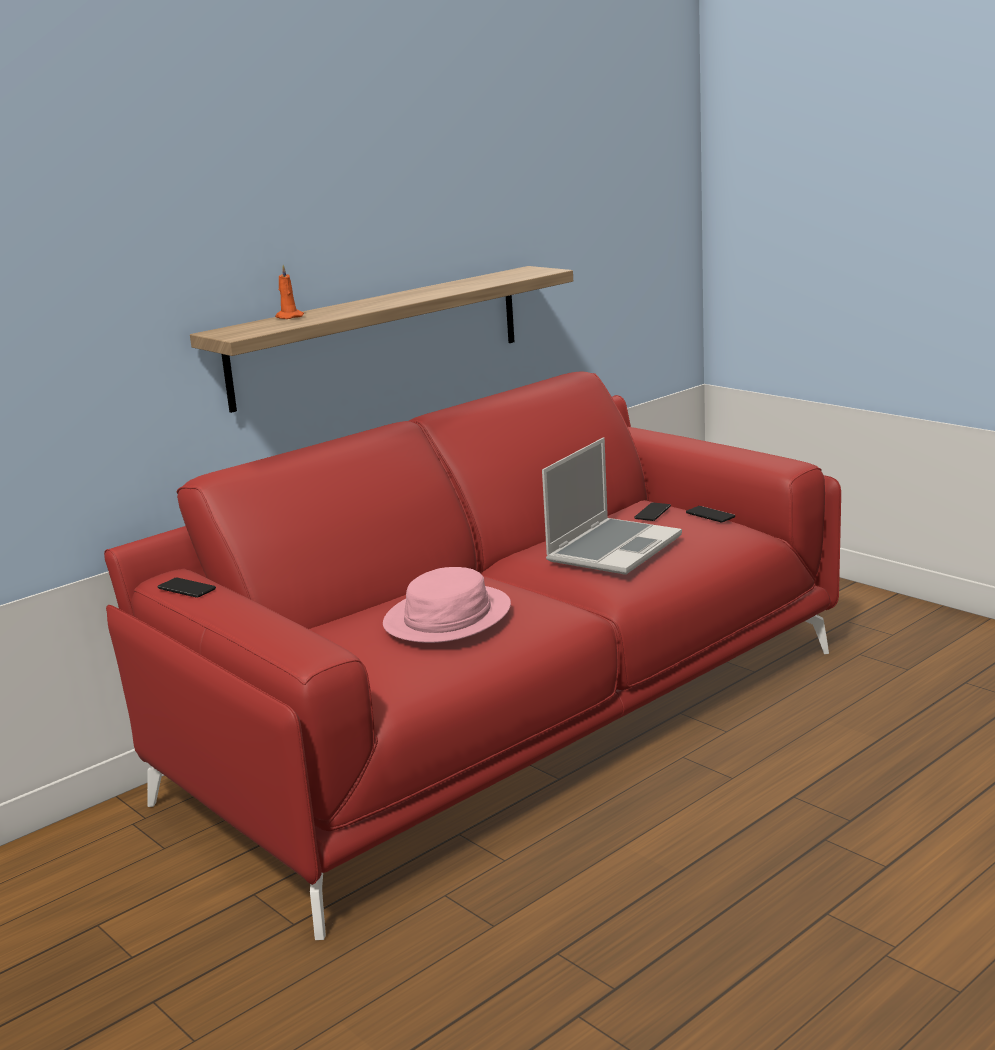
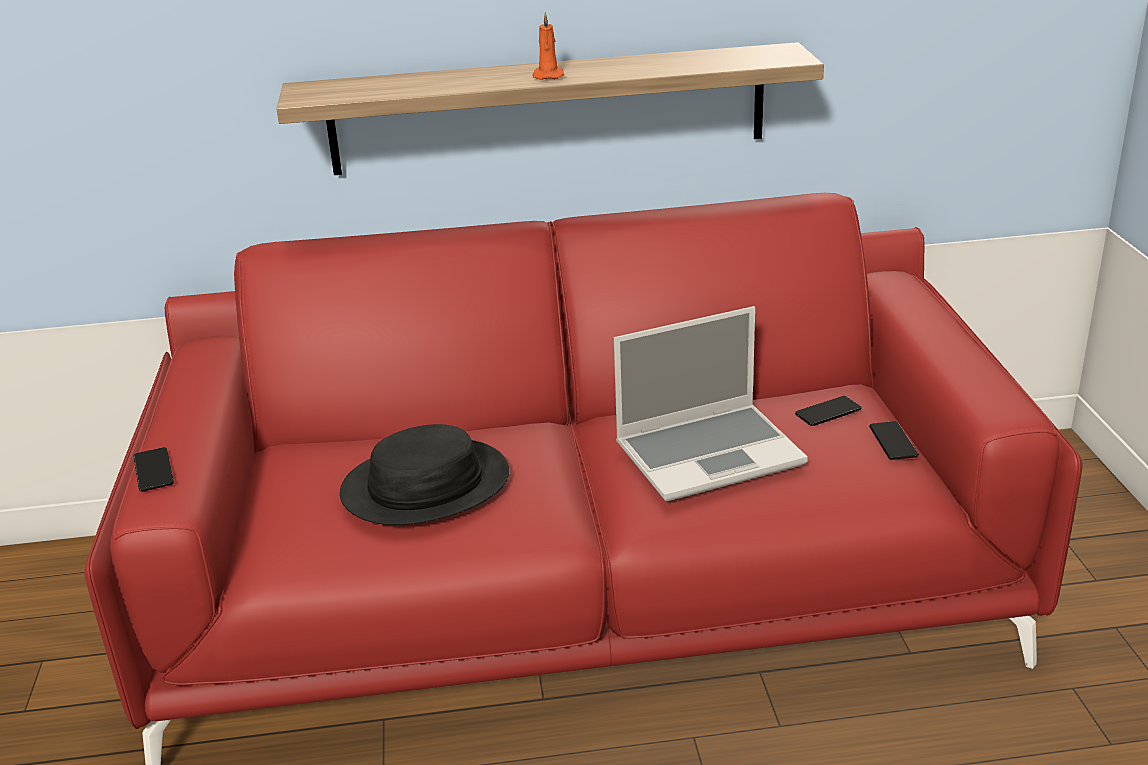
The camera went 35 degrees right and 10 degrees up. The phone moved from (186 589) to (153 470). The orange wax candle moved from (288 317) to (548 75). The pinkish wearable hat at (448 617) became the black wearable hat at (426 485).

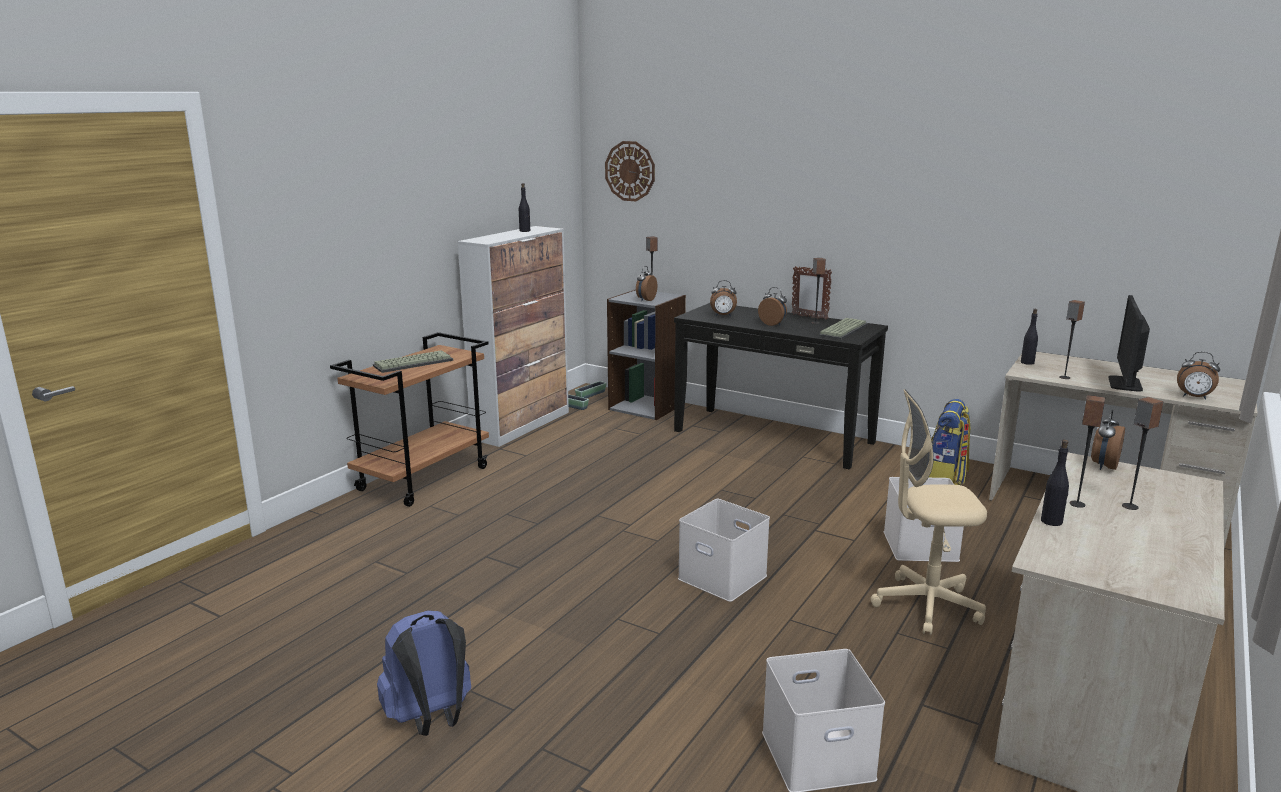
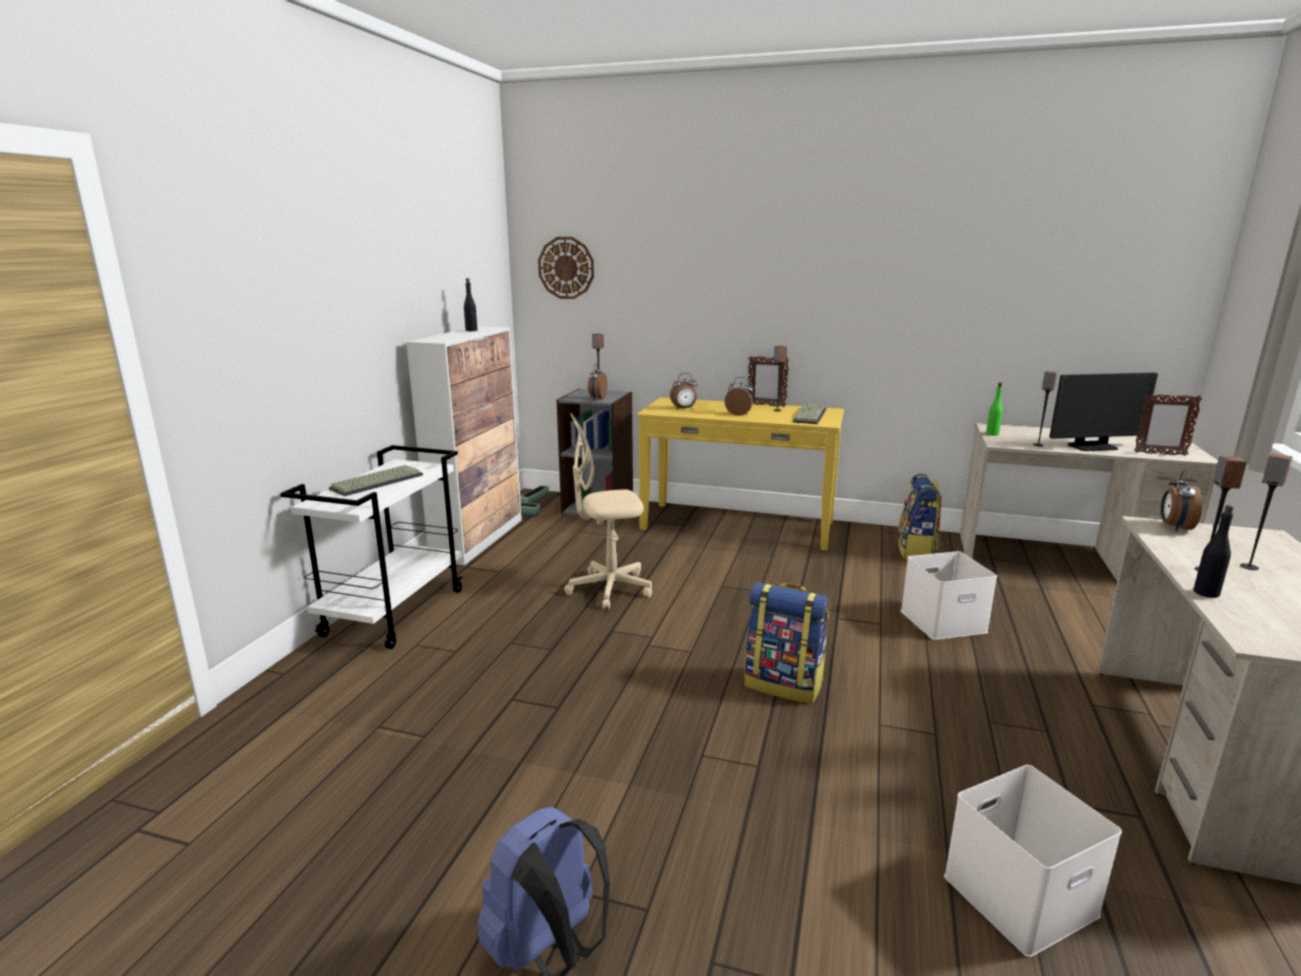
The camera went 15 degrees left and 0 degrees up. The sand-coloured computer chair moved from (926 606) to (609 589). The white storage bin at (724 577) was replaced by the knapsack at (784 684). The alarm clock at (1194 397) was replaced by the standing frame at (1159 454). The brown wheeled cart at (424 478) became the white wheeled cart at (394 611). The black console table at (773 436) became the yellow console table at (737 525). The black bottle at (1027 362) became the green bottle at (992 434). The computer screen at (1125 384) turned 105 degrees counterclockwise.

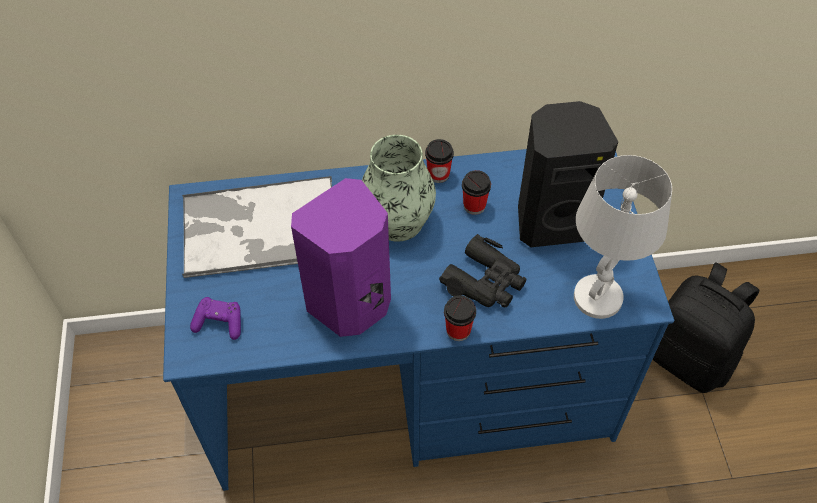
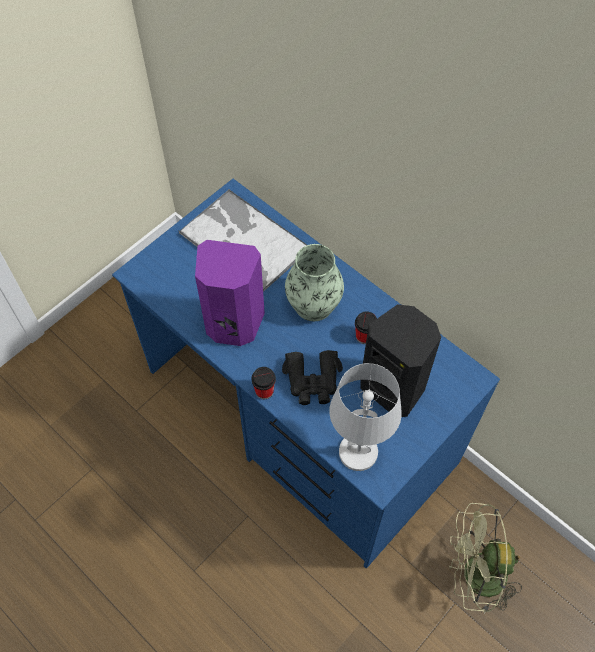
The camera went 50 degrees right and 5 degrees up. The purple gamepad at (220 323) disappeared. The drinking cup at (438 174) disappeared. The black knapsack at (689 358) was replaced by the green cooling fan at (474 576).

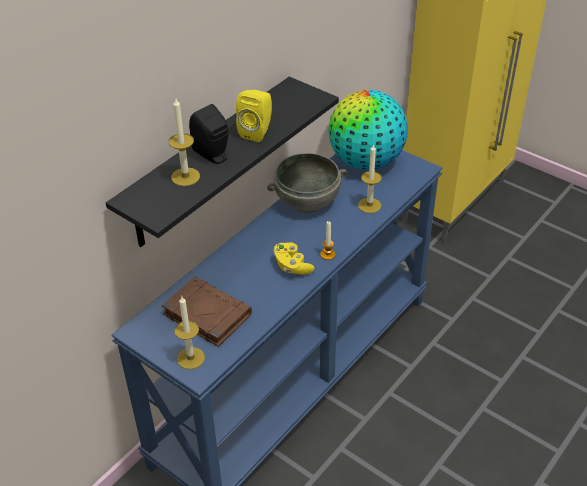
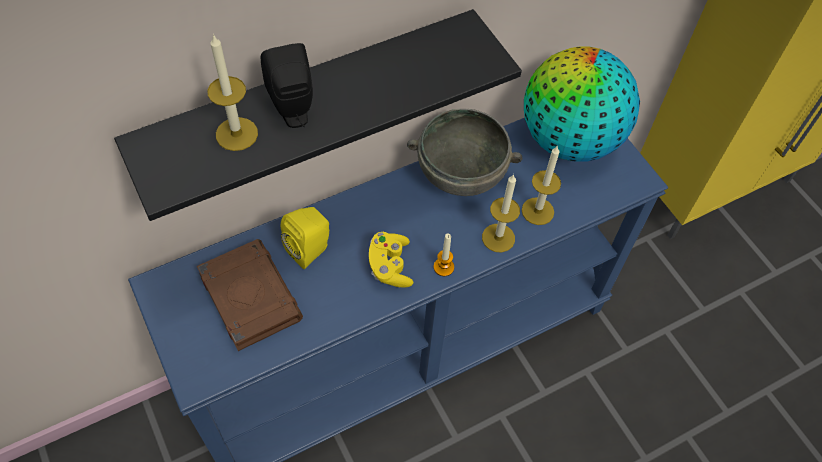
The camera went 20 degrees right and 15 degrees up. The wax candle moved from (190 358) to (498 238). The yellow loudspeaker moved from (257 132) to (311 250).

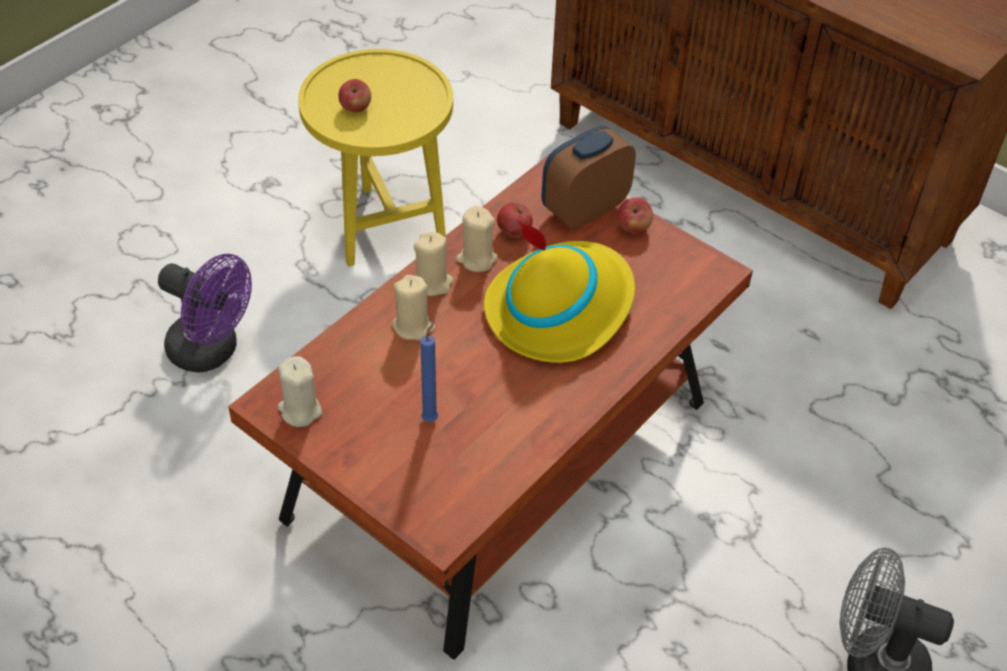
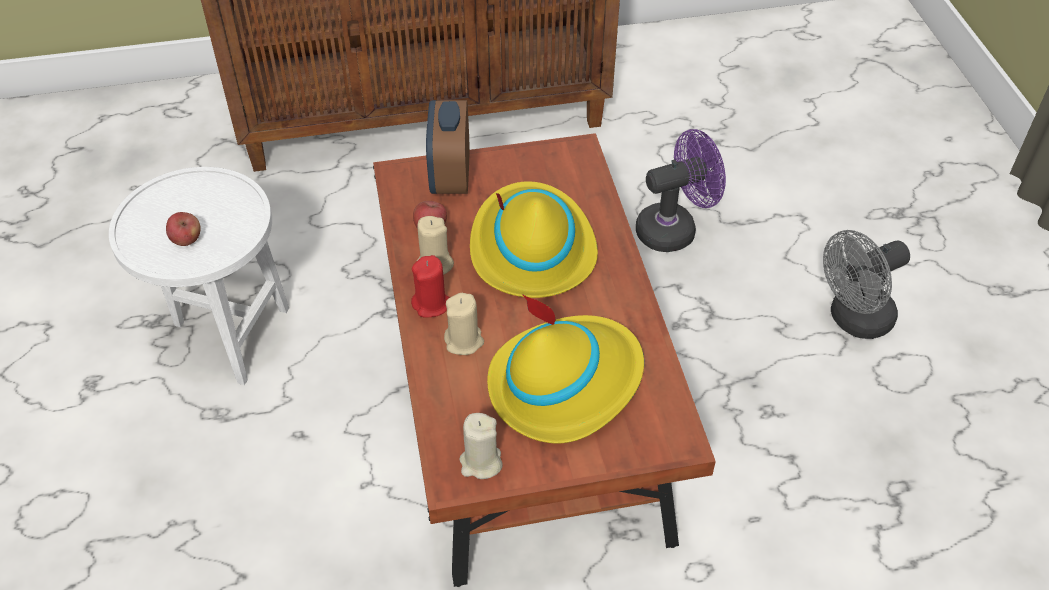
The camera went 50 degrees left and 0 degrees up. The apple fruit at (633 228) disappeared. The purple cooling fan moved from (212 351) to (674 229). The bluish wax candle at (431 417) was replaced by the yellow wearable hat at (565 383). The yellow end table at (383 224) became the white end table at (227 335). The sand-coloured wax candle at (432 283) became the red-coloured wax candle at (431 304).

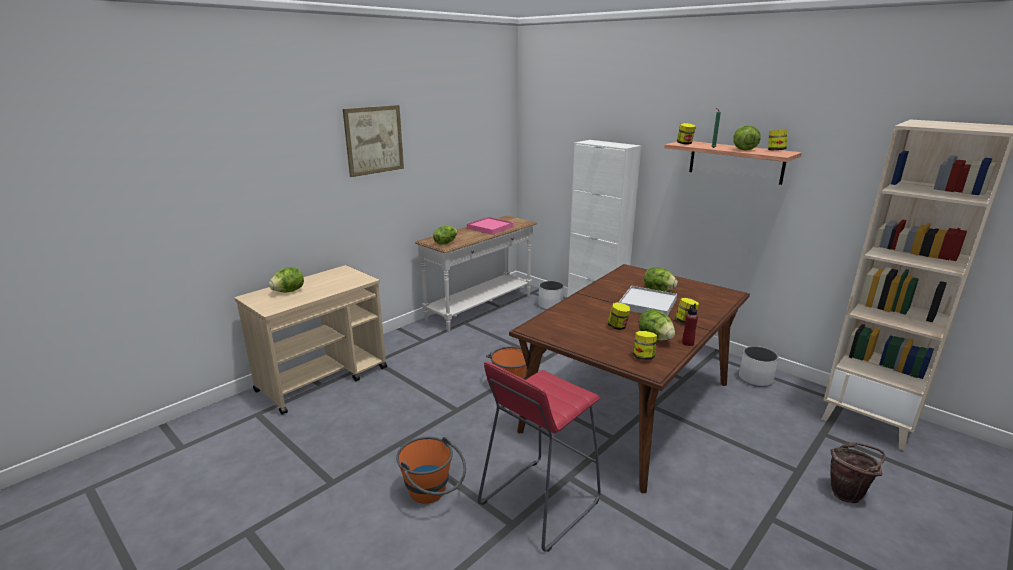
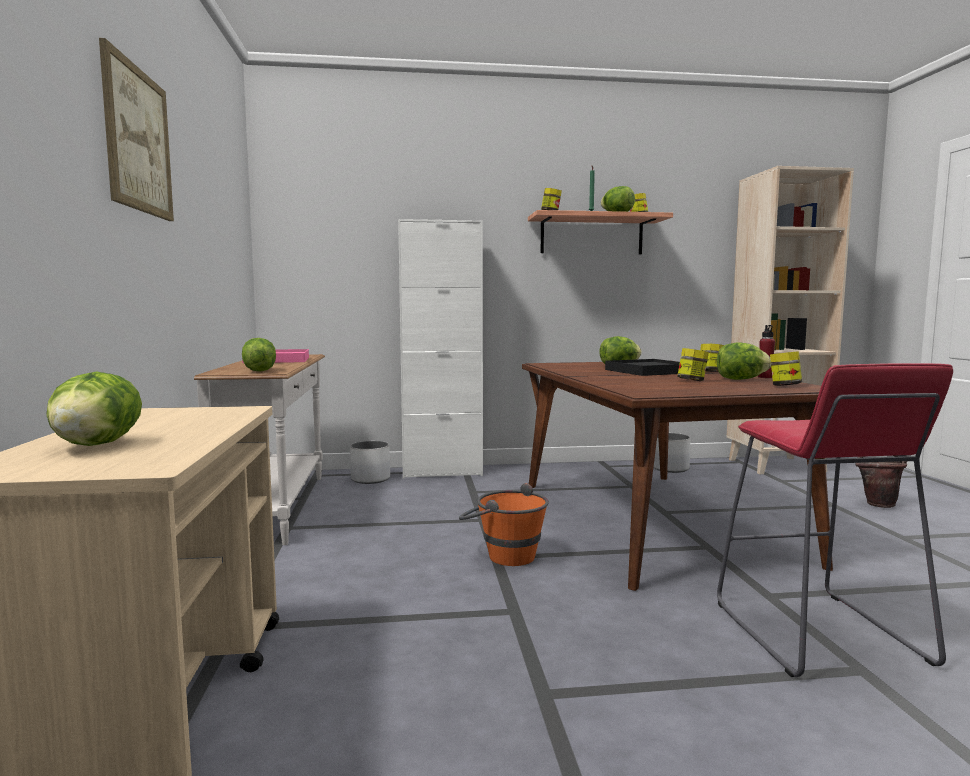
The camera went 50 degrees left and 15 degrees down. The orange bucket at (433 494) disappeared. The white carrying tray at (647 304) became the black carrying tray at (648 371).

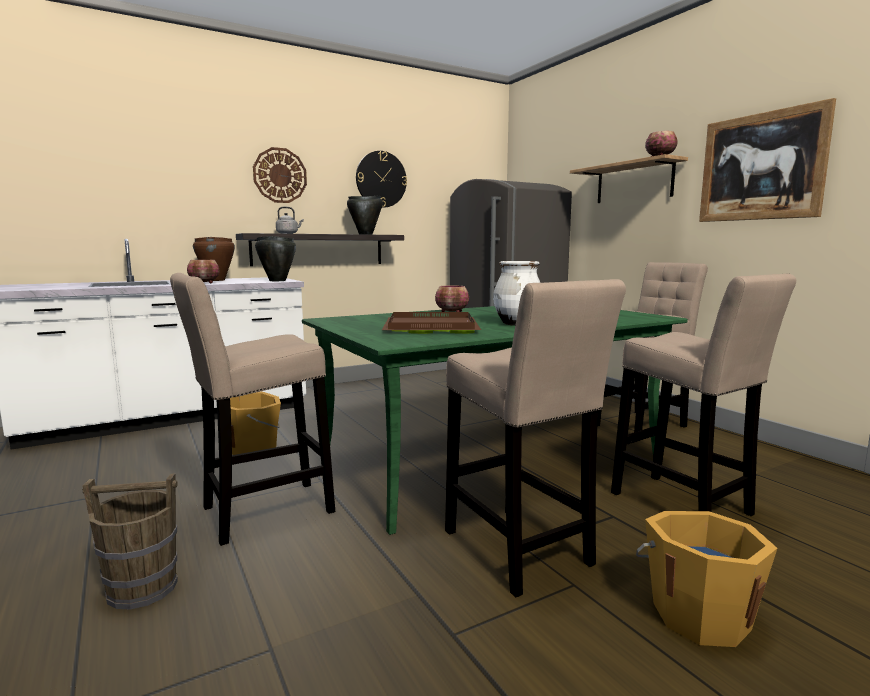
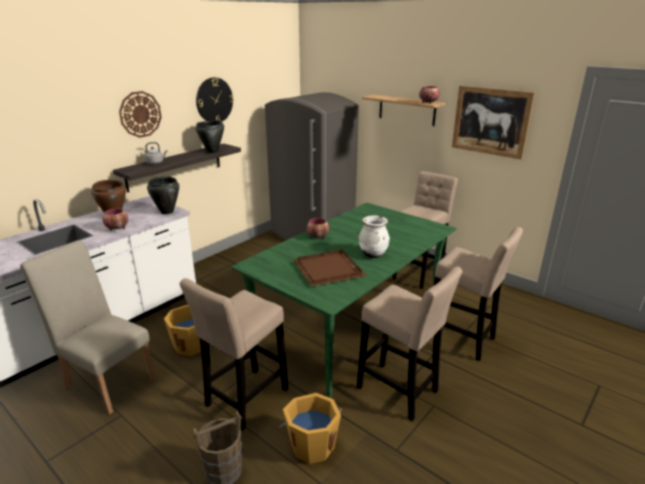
The camera went 20 degrees left and 15 degrees up. The sand-coloured plain chair at (107 380) appeared. The orange bucket moved from (699 614) to (312 444).

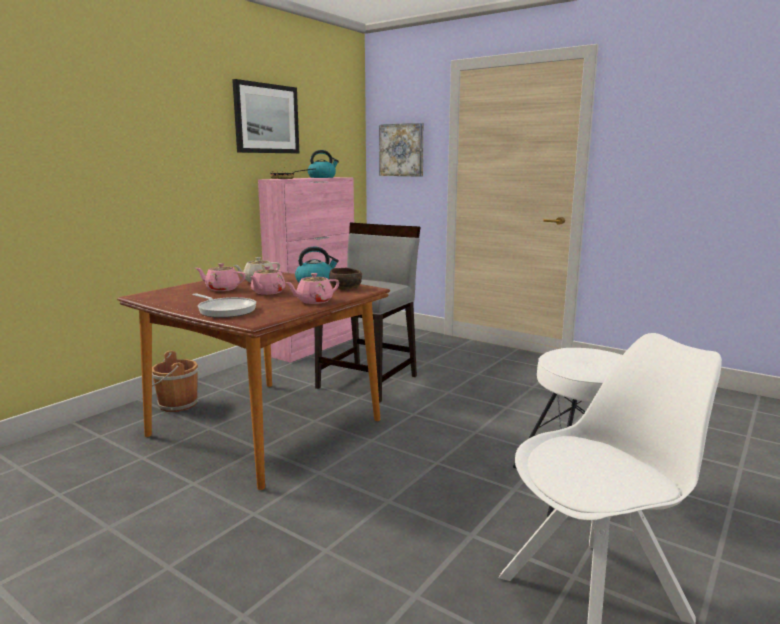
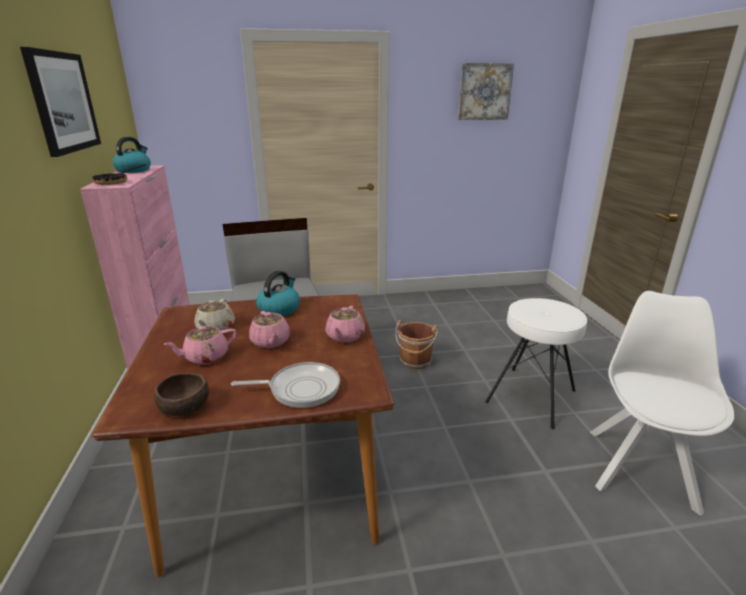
The camera went 45 degrees left and 10 degrees up. The brown bucket moved from (176 405) to (415 361). The brown deep dish moved from (346 288) to (186 406). The picture moved from (402 150) to (484 92).

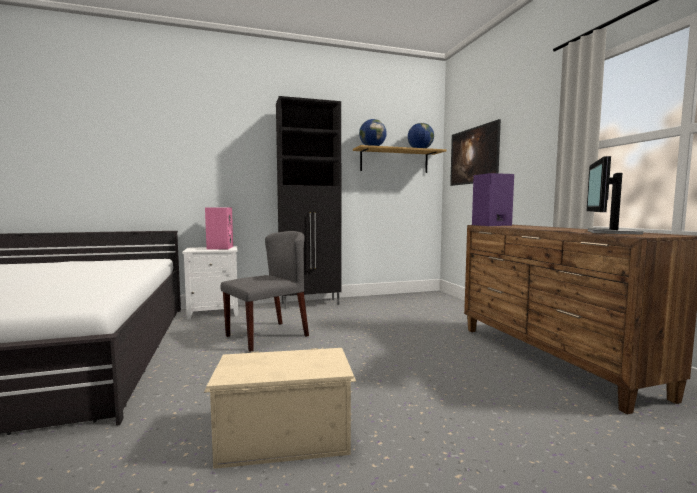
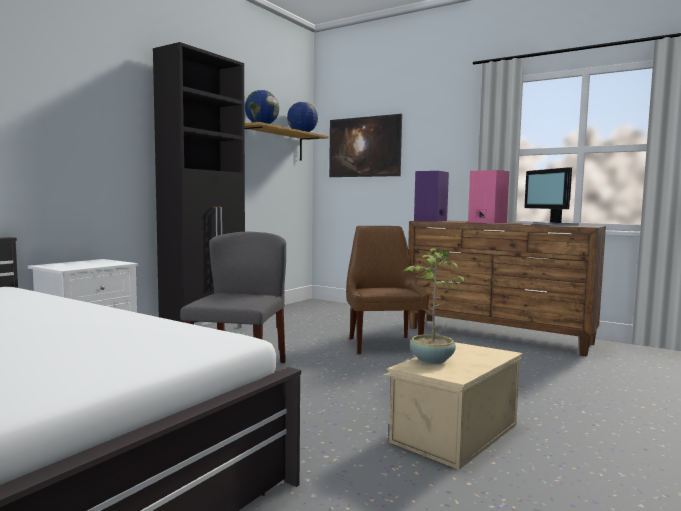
The camera went 40 degrees left and 0 degrees up. The brown plain chair at (383 344) appeared. The potted plant at (431 360) appeared. The pinkish loudspeaker moved from (219 248) to (486 222).

